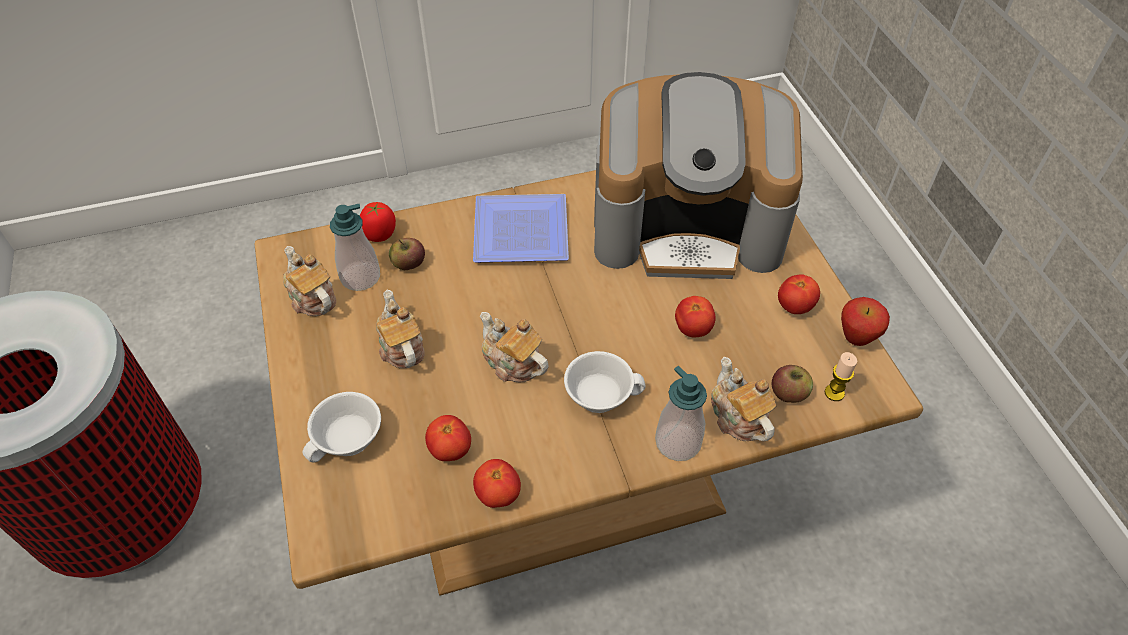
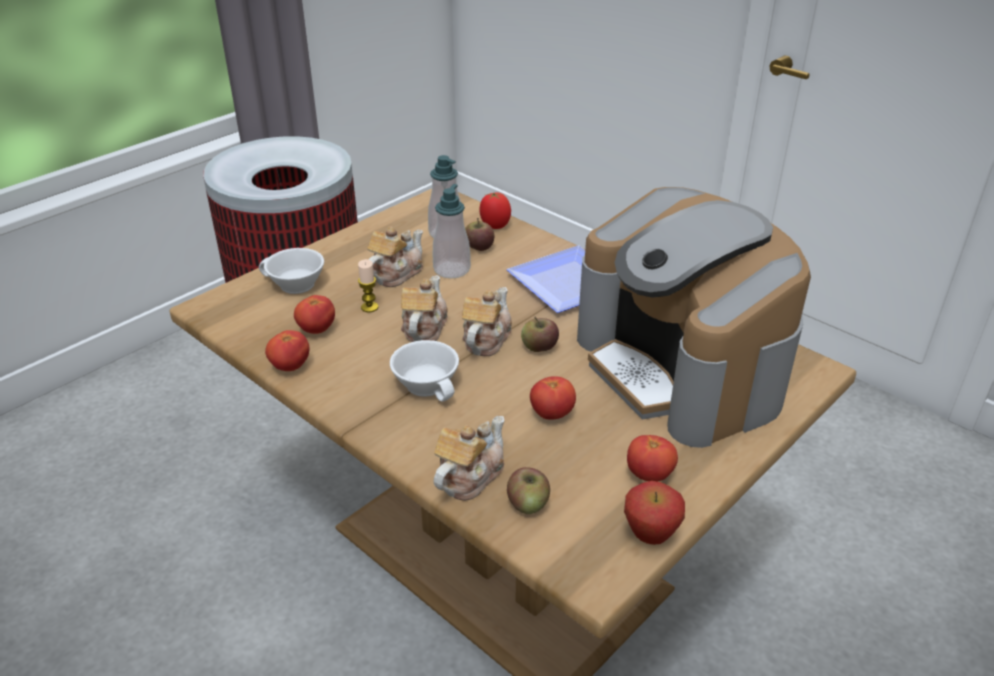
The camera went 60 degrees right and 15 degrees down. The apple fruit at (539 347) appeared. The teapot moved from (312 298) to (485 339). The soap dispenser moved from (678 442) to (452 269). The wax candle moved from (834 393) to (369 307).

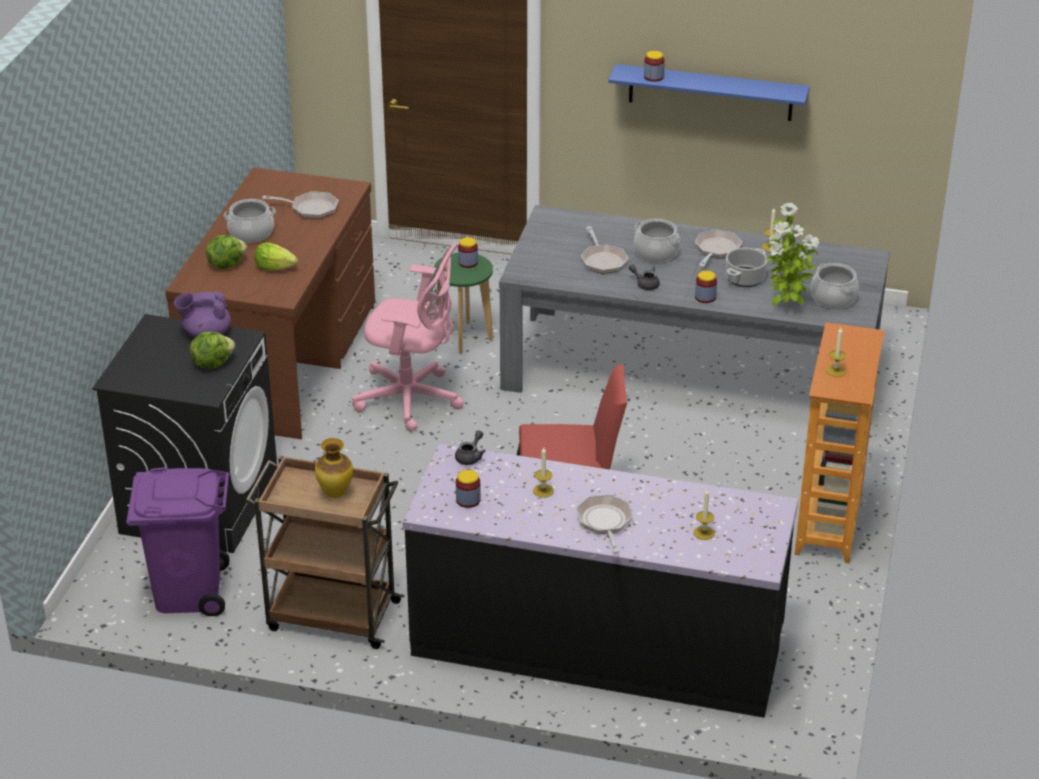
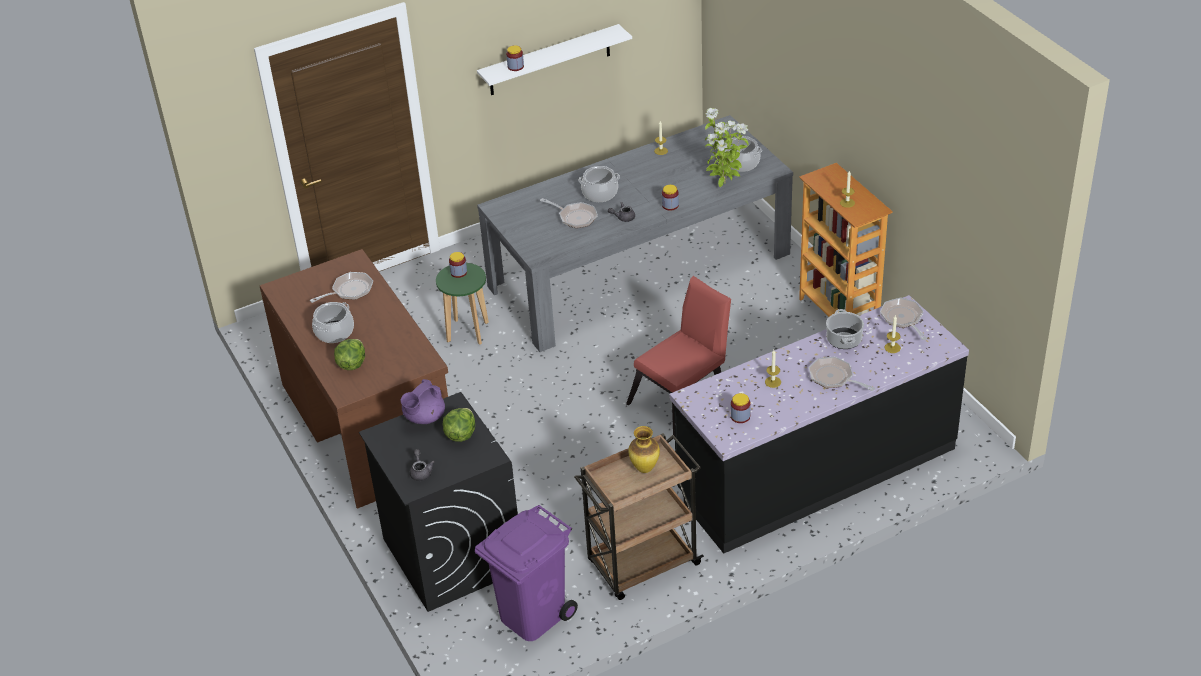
The camera went 40 degrees left and 5 degrees up. The lettuce head at (274 268) disappeared. The pinkish computer chair at (412 399) disappeared. The grey teapot moved from (470 456) to (421 472). The frying pan moved from (716 250) to (903 319). The stockpot moved from (745 279) to (844 340). The bluish wall shelf at (710 92) became the white wall shelf at (549 60).

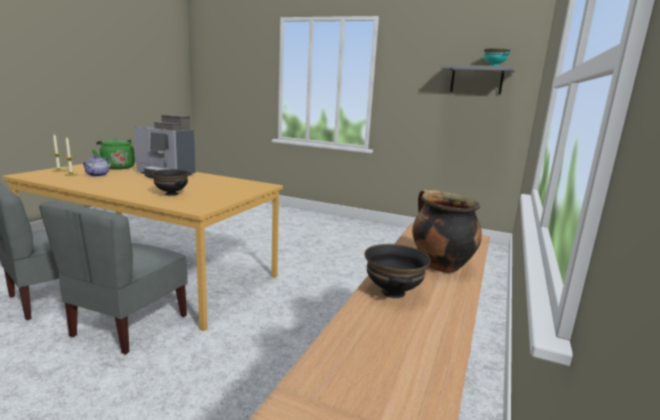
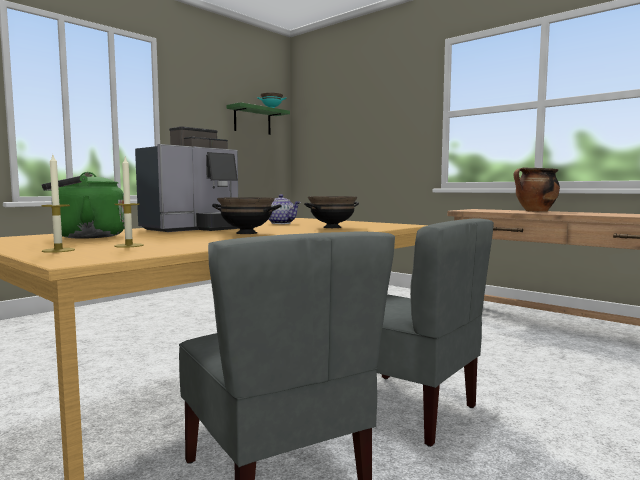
The camera went 70 degrees left and 10 degrees down. The teapot moved from (98 175) to (281 223). The black deep dish moved from (392 292) to (246 233). The grey wall shelf at (476 80) became the green wall shelf at (252 121).

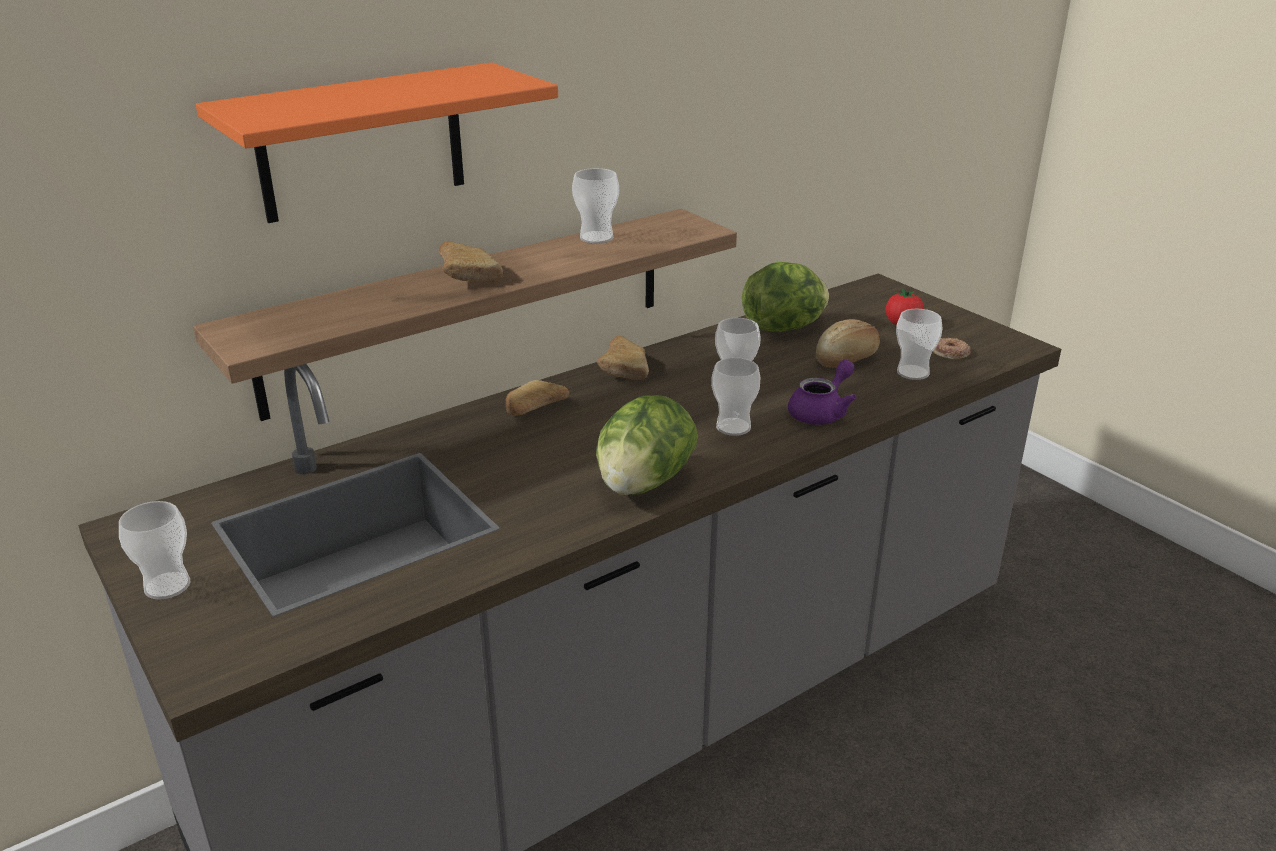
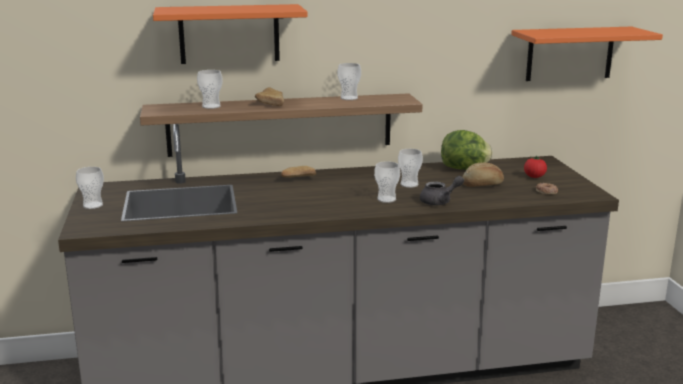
The camera went 25 degrees right and 10 degrees down. The lettuce head at (643 484) disappeared. The baked bread at (624 367) disappeared. The orange wall shelf at (570 53) appeared. The drinking cup moved from (913 372) to (211 106). The purple teapot at (822 412) became the grey teapot at (440 201).

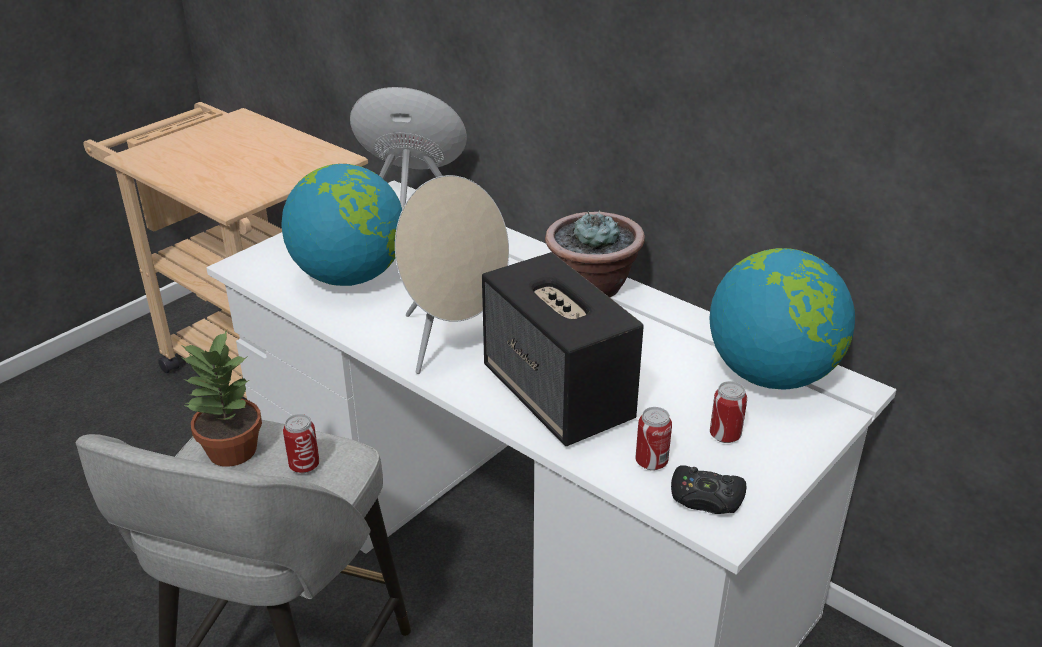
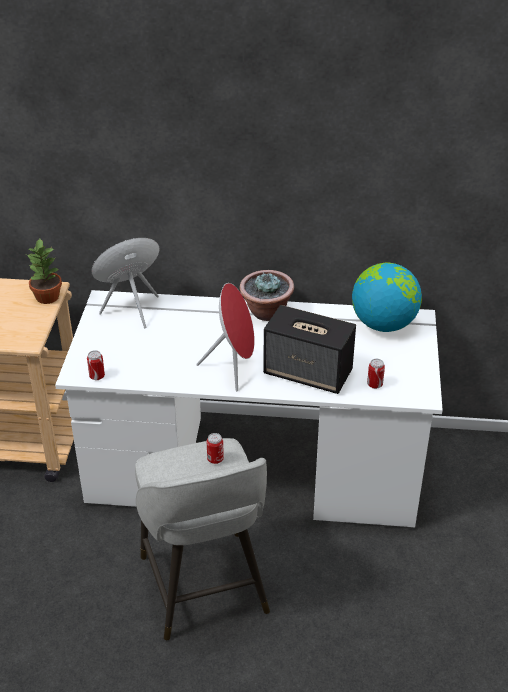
The camera went 35 degrees left and 5 degrees up. The desk globe at (350 276) disappeared. The black gamepad at (706 498) disappeared. The potted plant moved from (231 451) to (47 297). The can moved from (725 435) to (97 376). The sand-coloured loudspeaker at (453 341) became the red-coloured loudspeaker at (234 368).

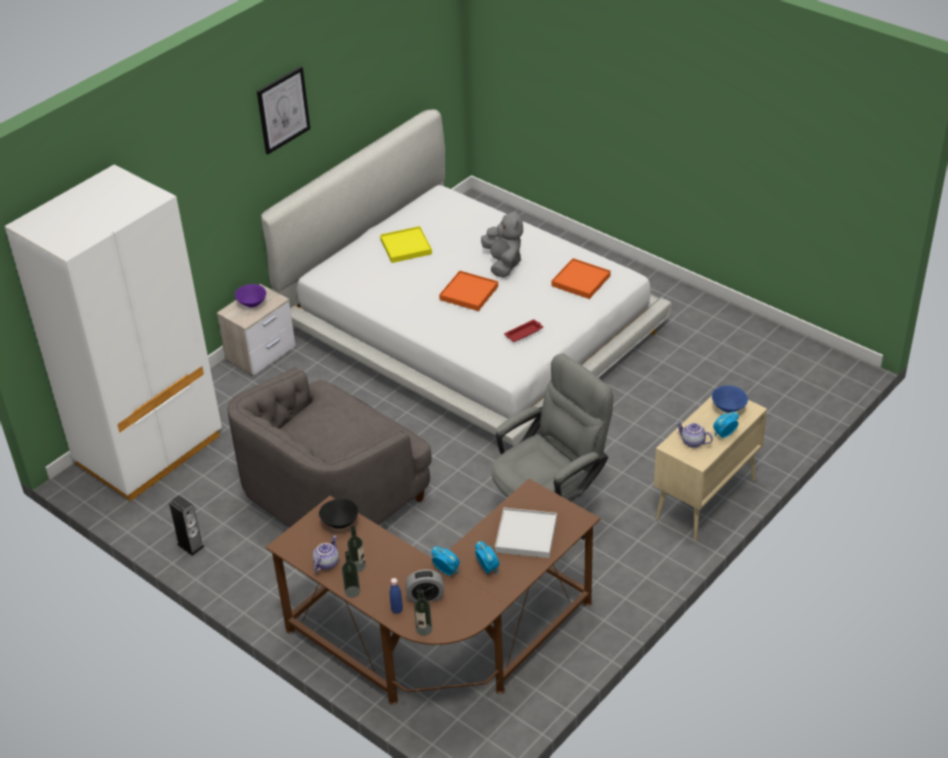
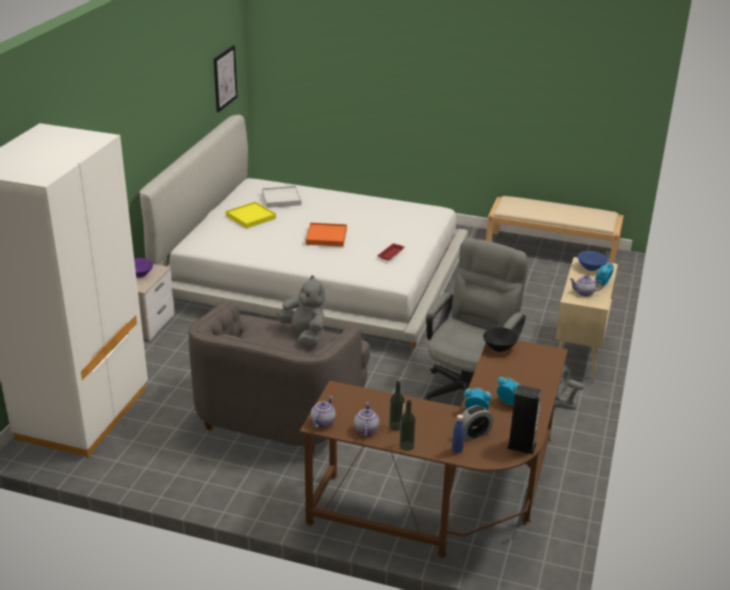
The camera went 25 degrees left and 10 degrees down. The bottle at (424 629) disappeared. The orange carrying tray at (581 281) disappeared. The teapot at (322 422) appeared. The sand-coloured indoor bench at (552 251) appeared. The grey cooling fan at (561 404) appeared. The loudspeaker moved from (190 545) to (521 445). The picture moved from (283 110) to (224 78). The black deep dish moved from (339 523) to (499 348). The grey plush toy moved from (503 263) to (304 335). The white carrying tray moved from (526 535) to (281 199).

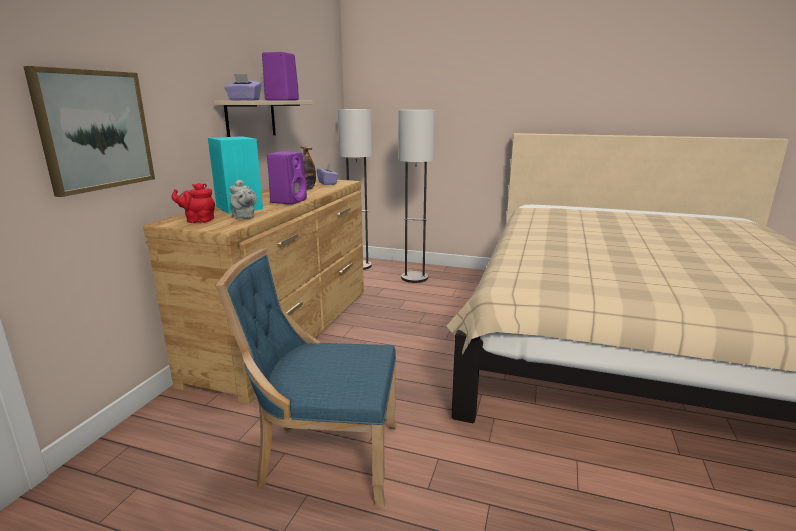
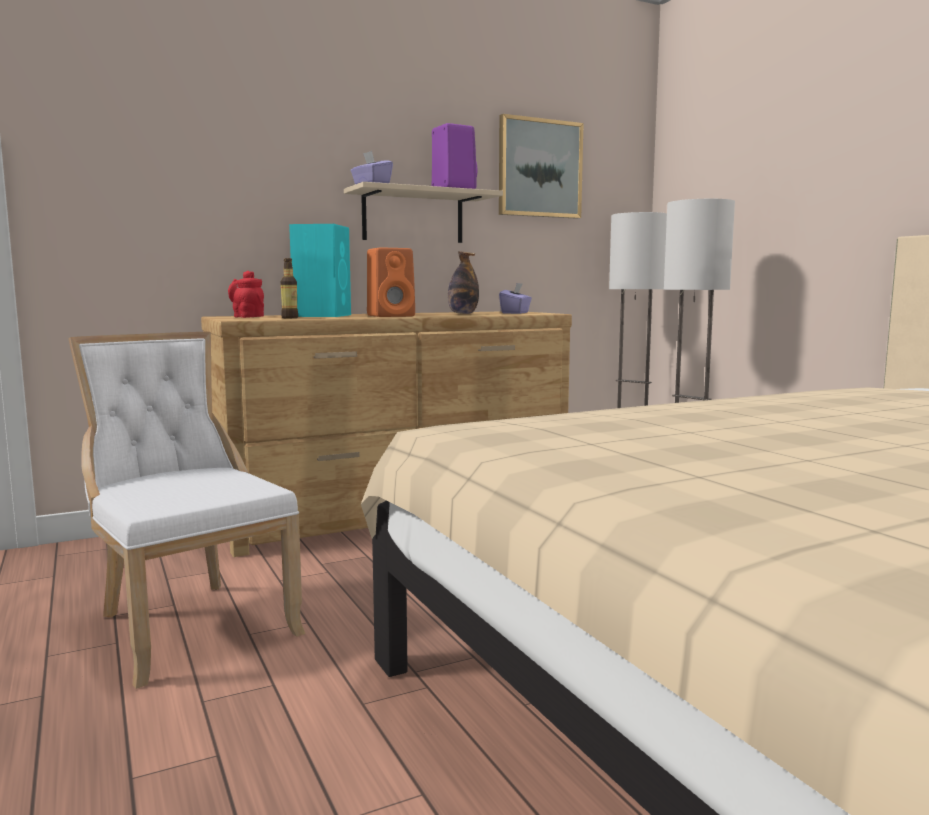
The camera went 45 degrees right and 10 degrees down. The picture moved from (95 130) to (539 168). The grey teapot at (244 217) was replaced by the bottle at (290 318). The bluish plain chair at (324 458) became the white plain chair at (189 624). The purple loudspeaker at (289 201) became the orange loudspeaker at (392 316).

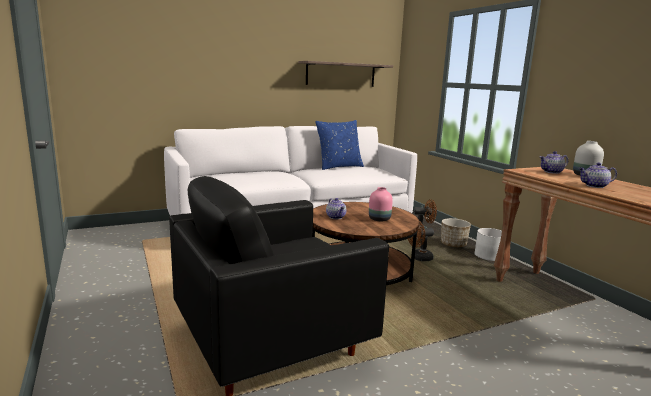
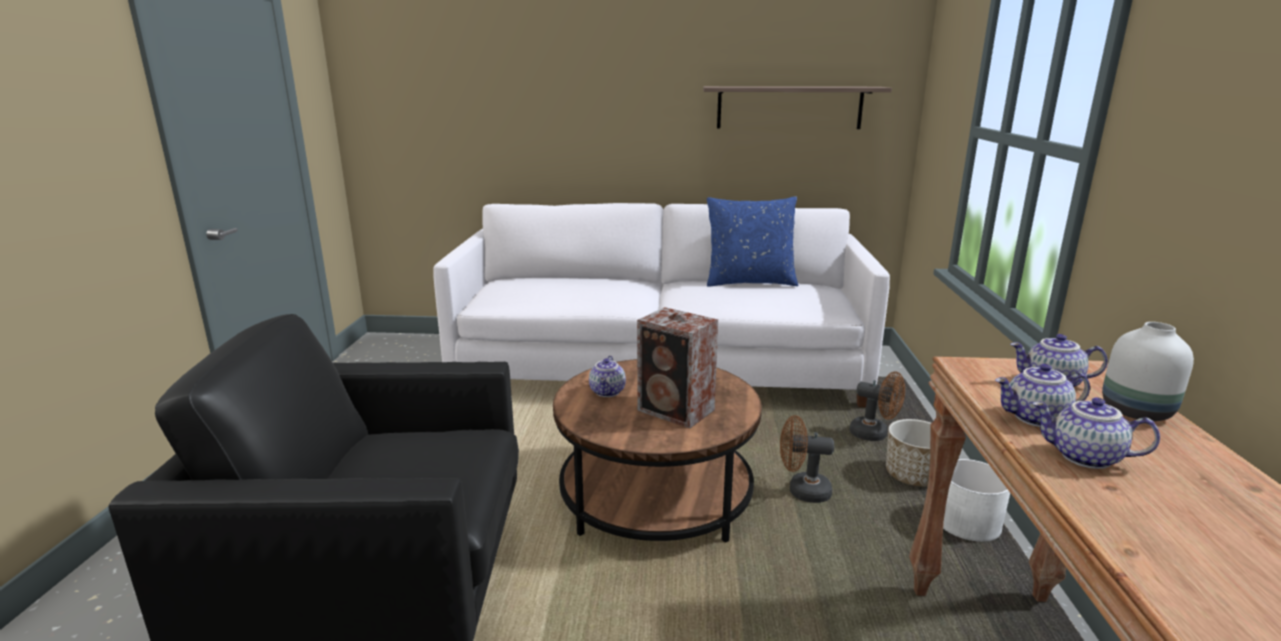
The camera went 30 degrees right and 5 degrees up. The teapot at (1035 418) appeared. The pinkish decorative vase at (380 219) was replaced by the loudspeaker at (677 411).

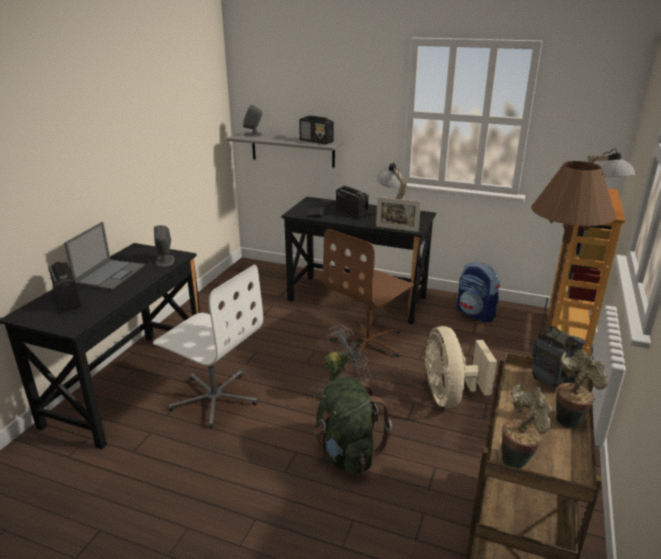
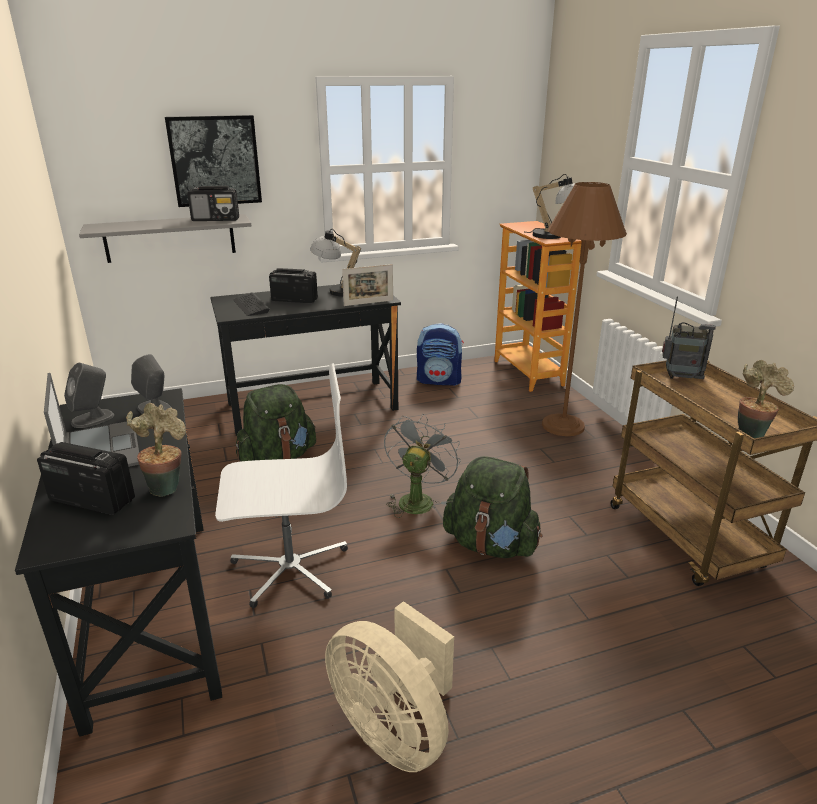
The camera went 40 degrees left and 0 degrees up. The brown computer chair at (369 343) disappeared. The picture at (215 161) appeared. The green knapsack at (278 458) appeared. The grey loudspeaker moved from (253 134) to (93 418). The sand-coloured cooling fan moved from (450 396) to (394 729). The potted plant moved from (569 418) to (166 486).

